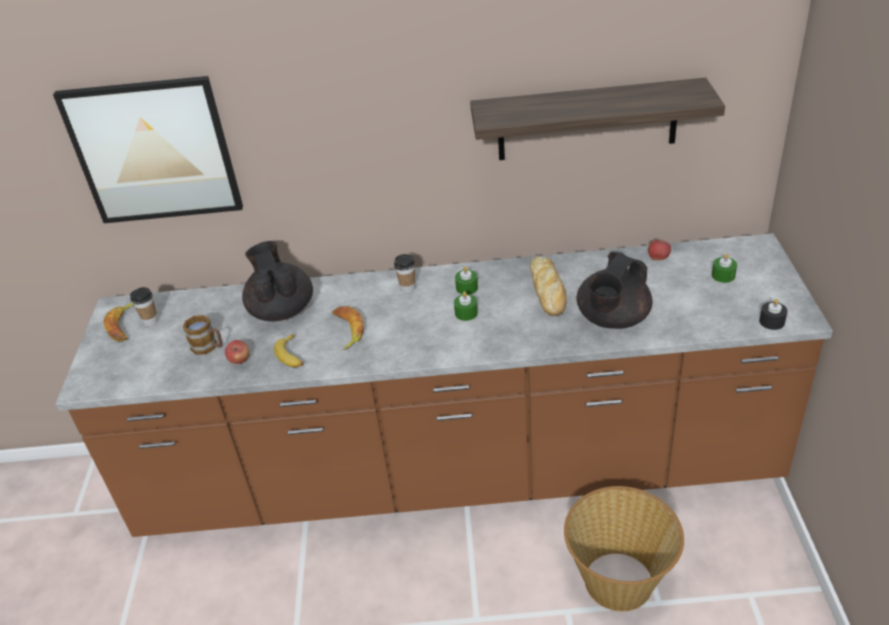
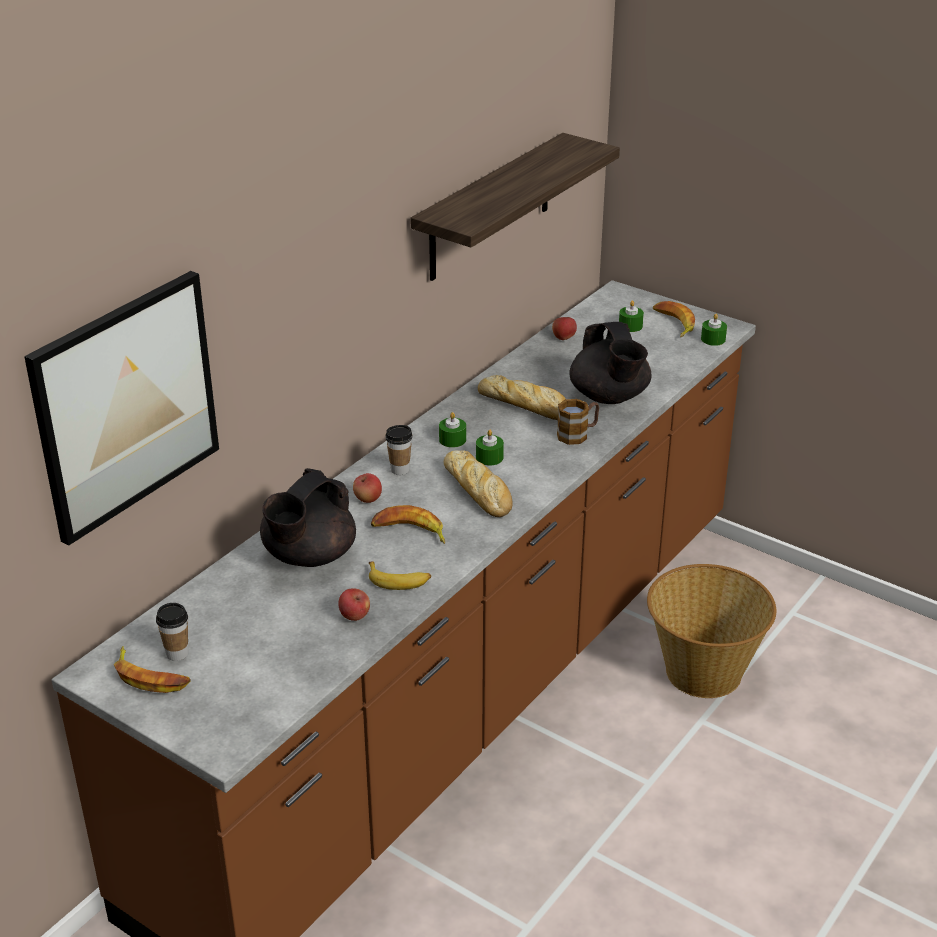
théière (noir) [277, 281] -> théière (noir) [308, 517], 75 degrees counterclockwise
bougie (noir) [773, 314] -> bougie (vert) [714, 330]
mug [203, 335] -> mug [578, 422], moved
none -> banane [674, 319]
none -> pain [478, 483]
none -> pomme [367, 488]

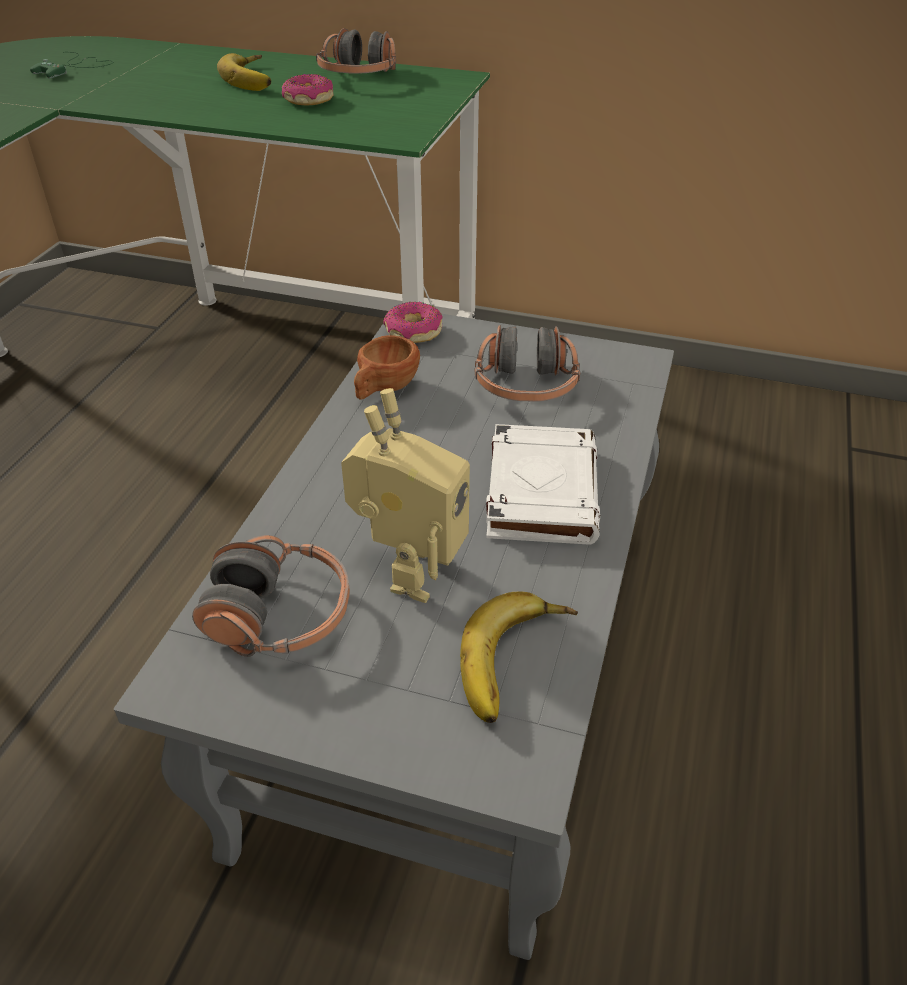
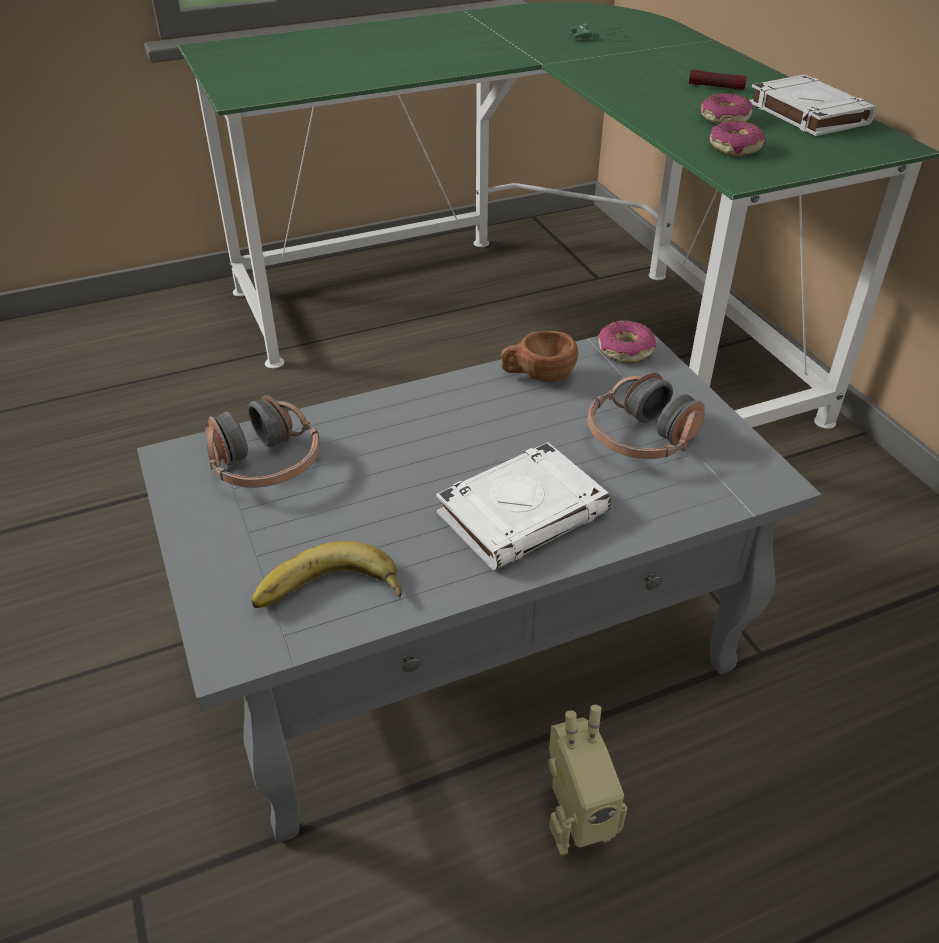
casque audio [356, 51] -> livre (blanc) [812, 105]
banane [244, 72] -> lampe de poche [718, 79]
robot jouet [405, 495] -> robot jouet [587, 780], moved
none -> beignet [738, 139]

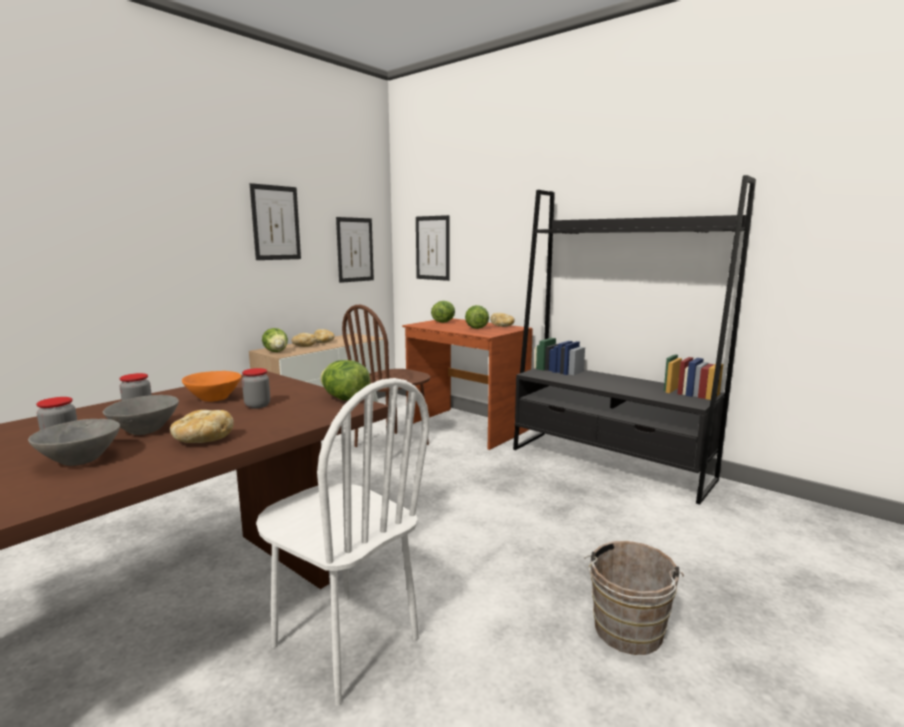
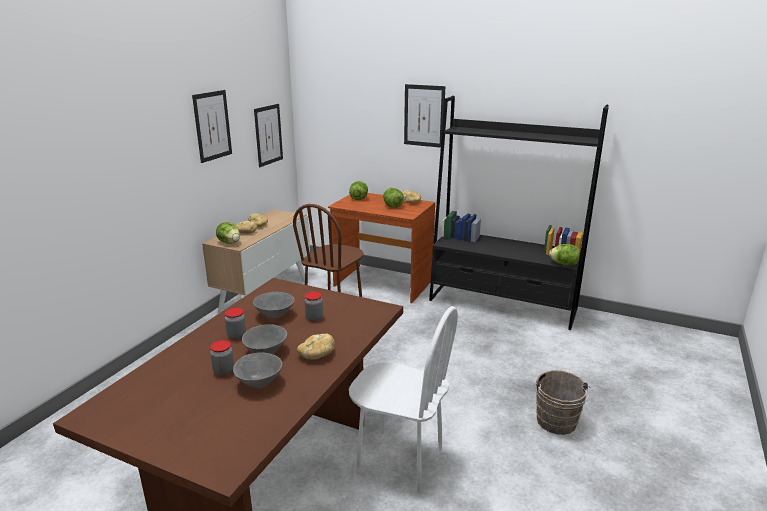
tableau [433, 248] -> tableau [424, 116], moved
laitue [345, 380] -> laitue [564, 255], moved
bol (orange) [211, 386] -> bol (gris) [274, 305]

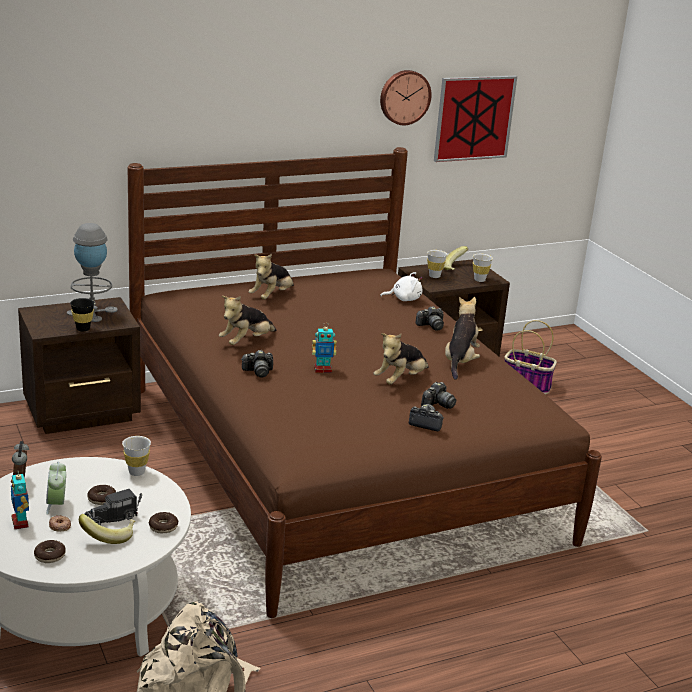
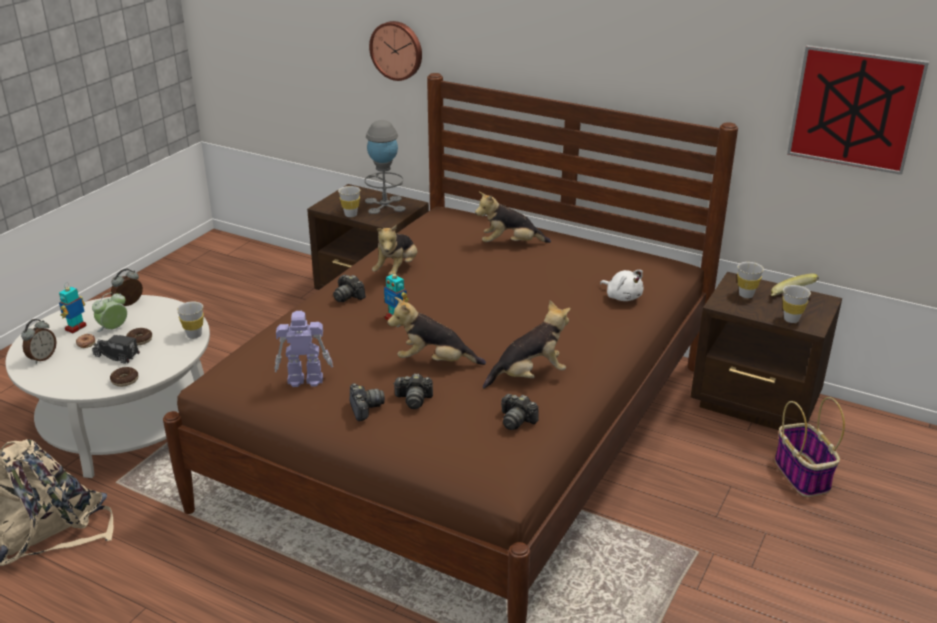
horloge murale [406, 97] -> horloge murale [395, 51], moved
peluche [247, 320] -> peluche [394, 250], 75 degrees counterclockwise
tasse (noir) [82, 314] -> tasse (blanc) [349, 201]
appareil photo [430, 318] -> appareil photo [520, 412], moved
banane [107, 529] -> none
beignet [50, 551] -> réveil [39, 341]
none -> robot jouet [303, 349]

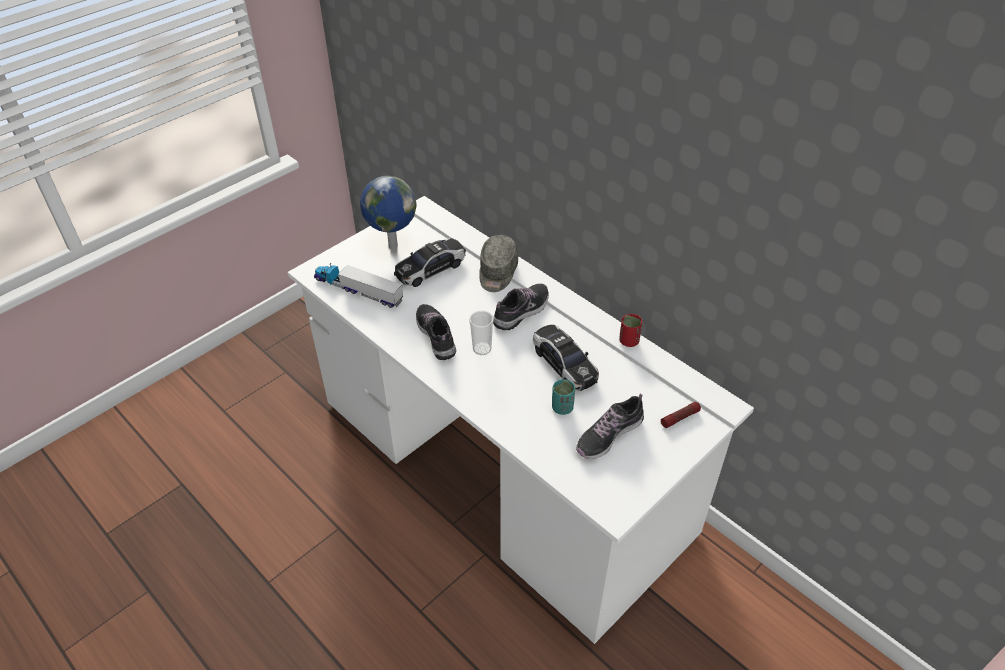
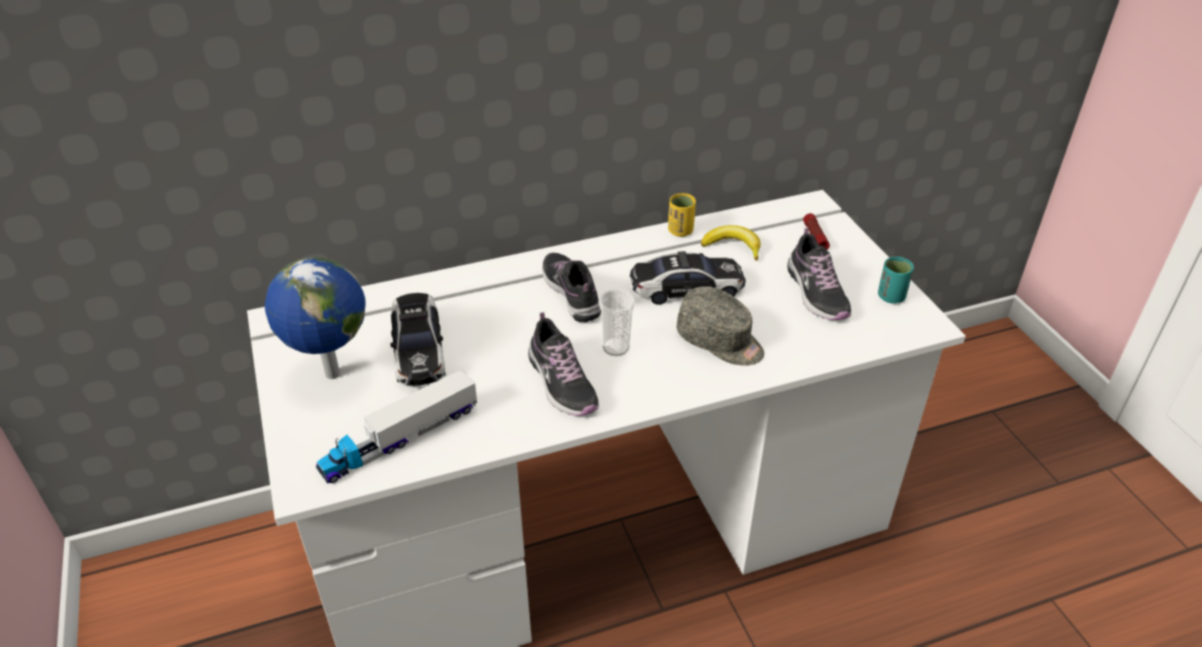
casquette (gris) [498, 263] -> casquette (gris) [720, 326], moved
chaussure [436, 332] -> chaussure [563, 364], 120 degrees counterclockwise
tasse (rouge) [631, 330] -> tasse (jaune) [682, 215]
tasse (turquoise) [563, 397] -> tasse (turquoise) [896, 280], moved
none -> banane [731, 243]

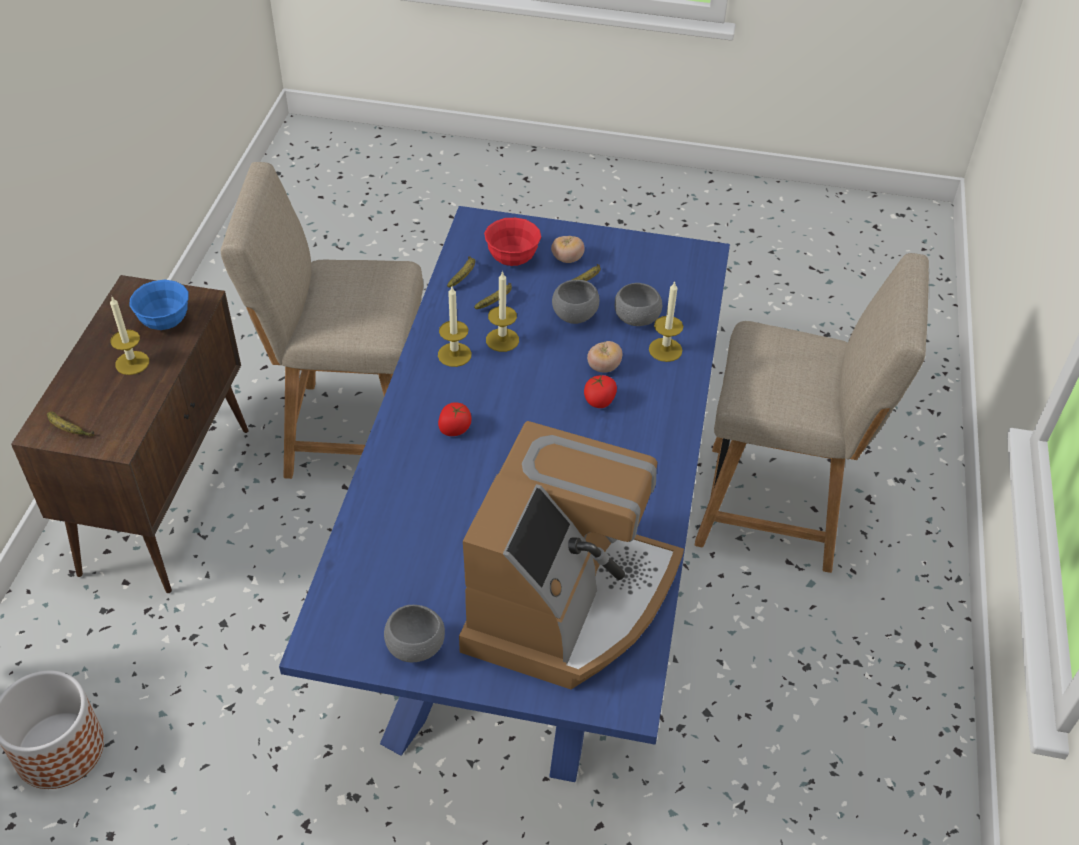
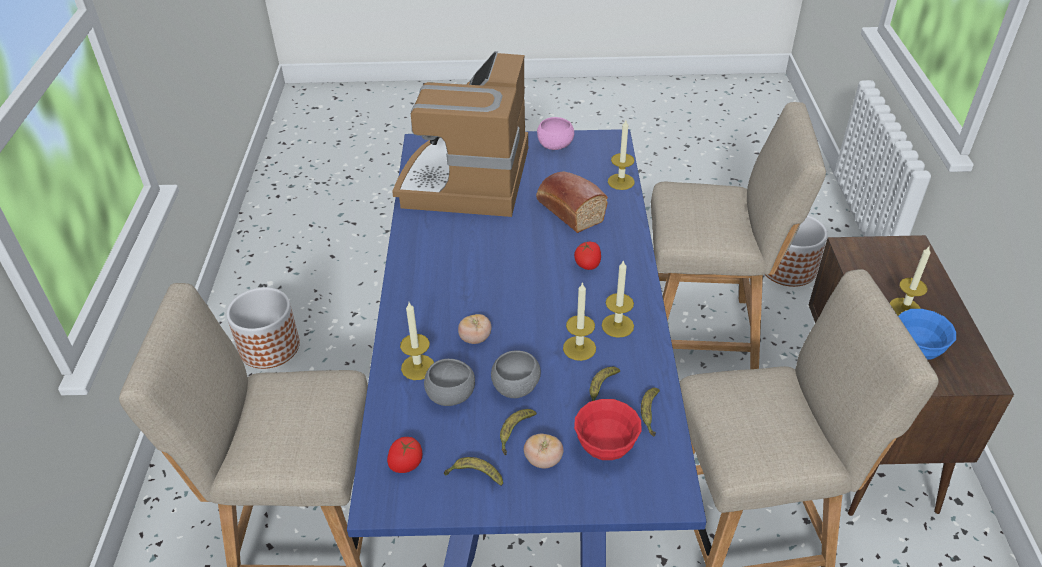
tomate [600, 391] -> tomate [405, 455], moved
banane [70, 423] -> banane [473, 471], moved
bol (gris) [414, 633] -> bol (rose) [555, 133]
none -> chaise (beige) [738, 235]
none -> bougie [621, 155]
none -> pain [572, 202]
none -> cache-pot [263, 328]

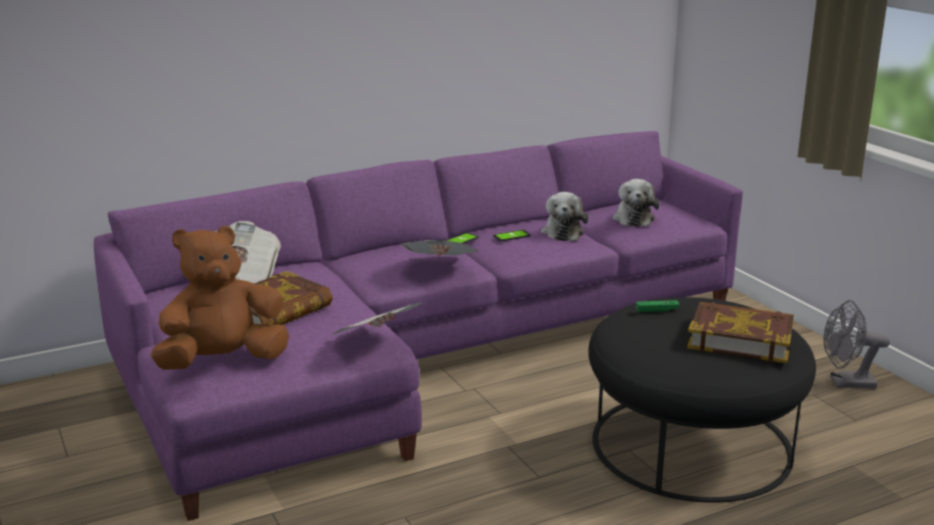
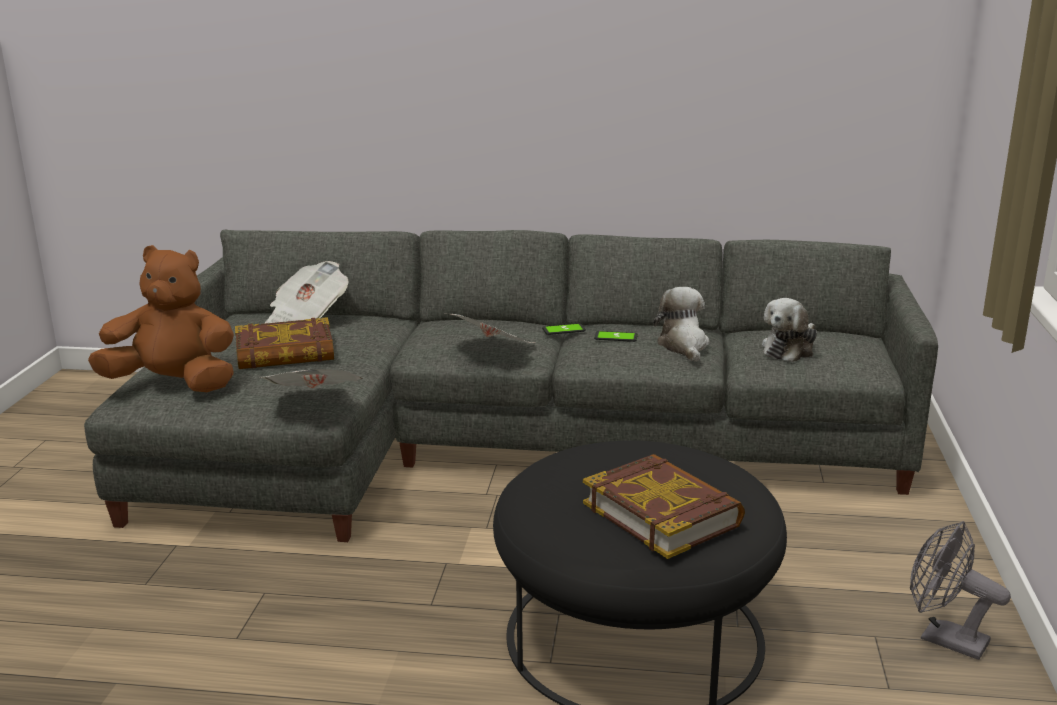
canapé (violet) [418, 326] -> canapé (gris) [511, 385]
peluche [564, 216] -> peluche [681, 324], 135 degrees clockwise
manette (vert) [658, 306] -> none

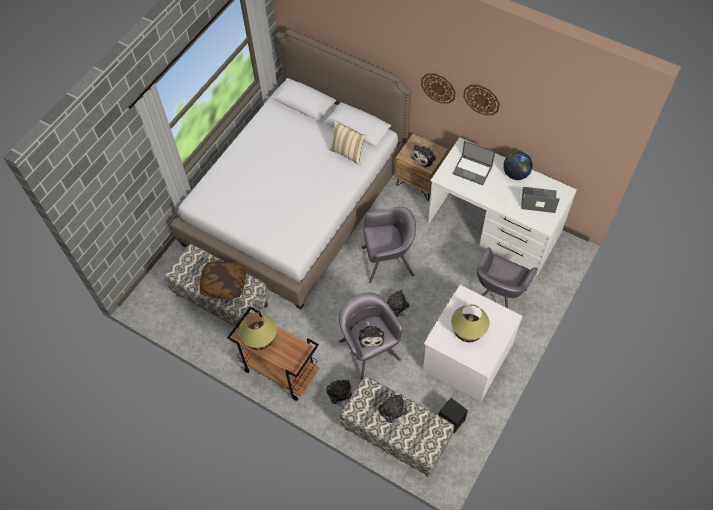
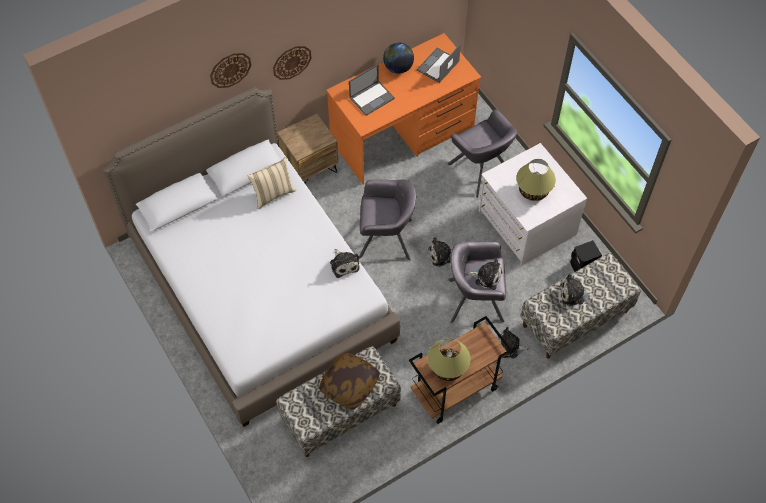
horloge murale [481, 100] -> horloge murale [230, 70], moved
bureau (blanc) [502, 206] -> bureau (orange) [403, 108]
peluche [424, 156] -> peluche [345, 263], moved
fauteuil (gris) [388, 245] -> fauteuil (gris) [387, 219], 75 degrees clockwise

